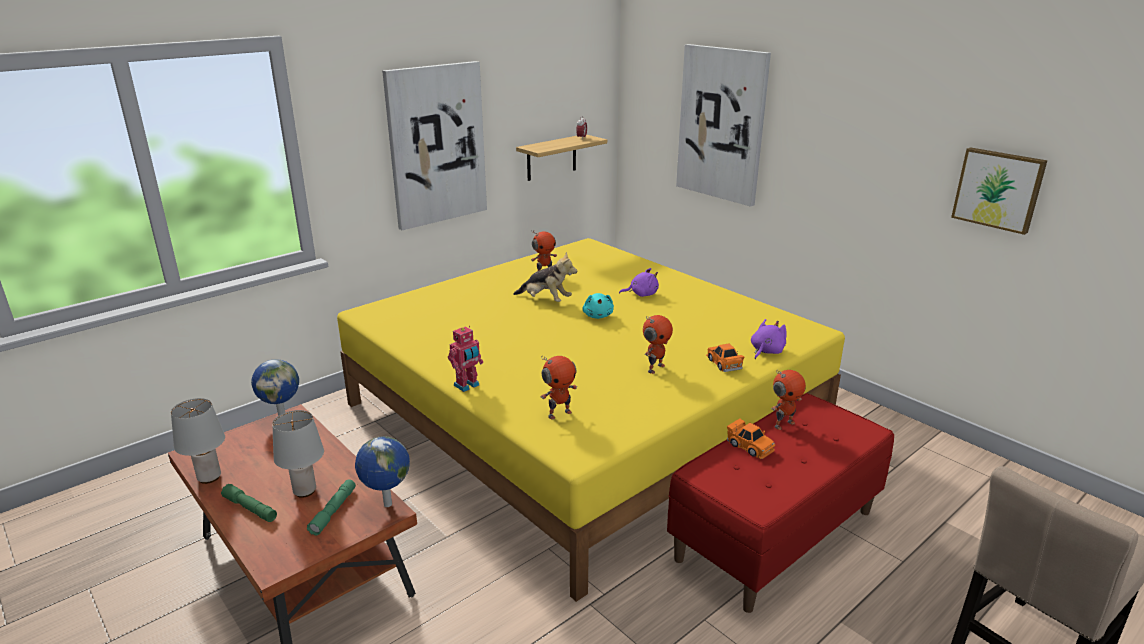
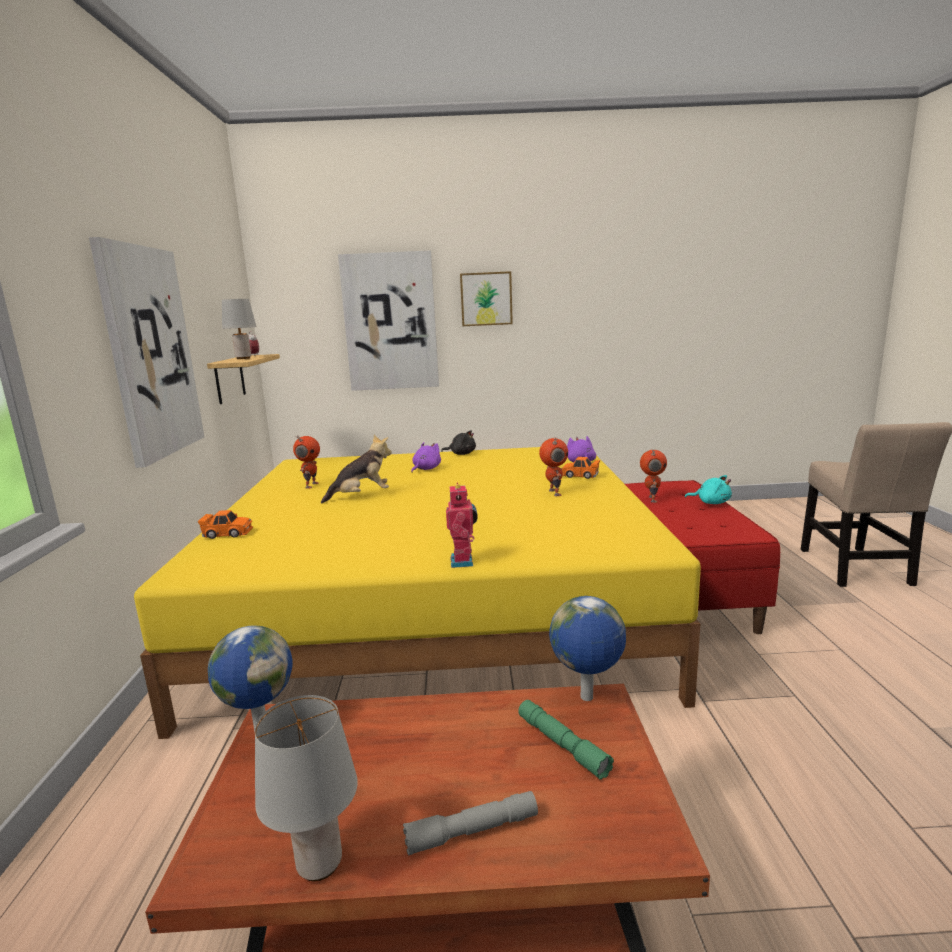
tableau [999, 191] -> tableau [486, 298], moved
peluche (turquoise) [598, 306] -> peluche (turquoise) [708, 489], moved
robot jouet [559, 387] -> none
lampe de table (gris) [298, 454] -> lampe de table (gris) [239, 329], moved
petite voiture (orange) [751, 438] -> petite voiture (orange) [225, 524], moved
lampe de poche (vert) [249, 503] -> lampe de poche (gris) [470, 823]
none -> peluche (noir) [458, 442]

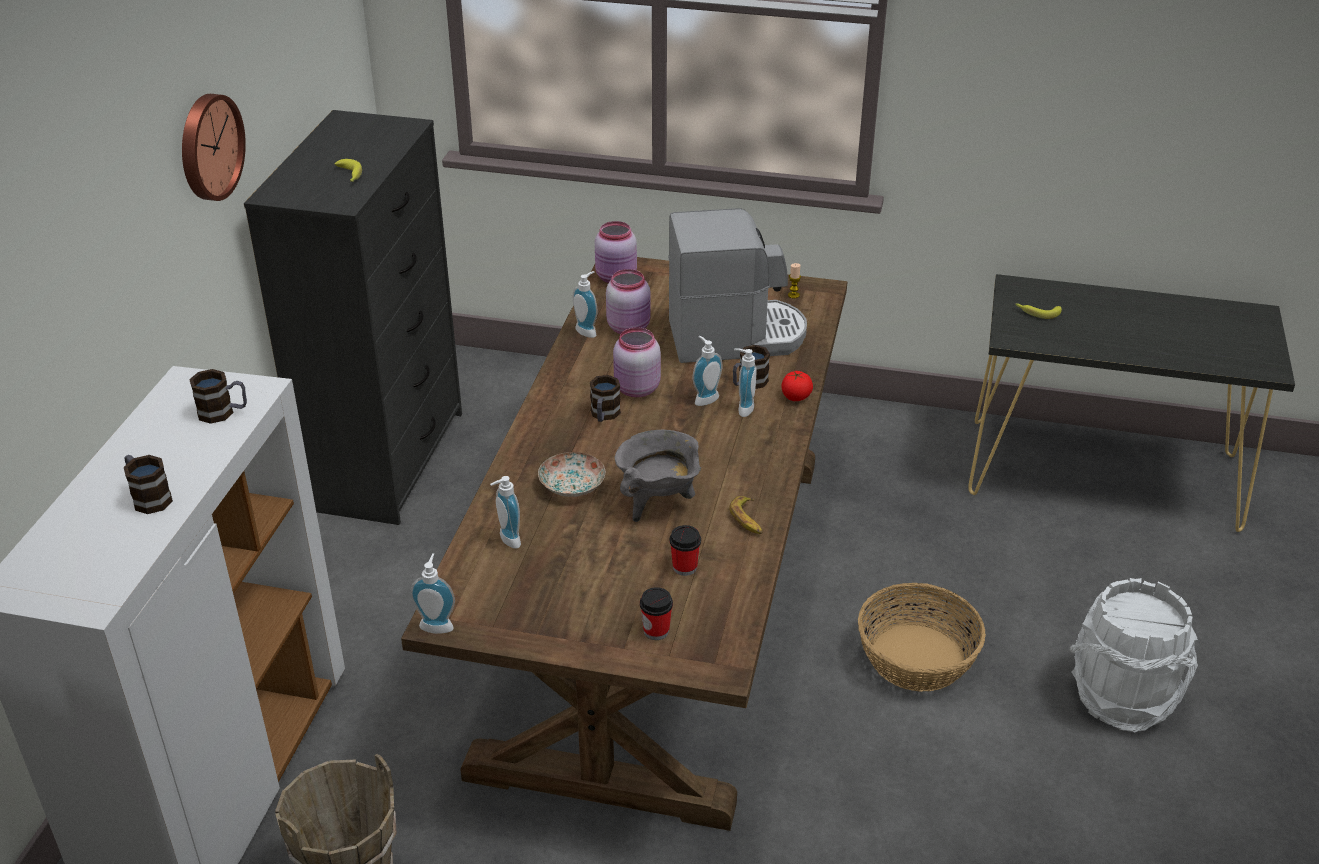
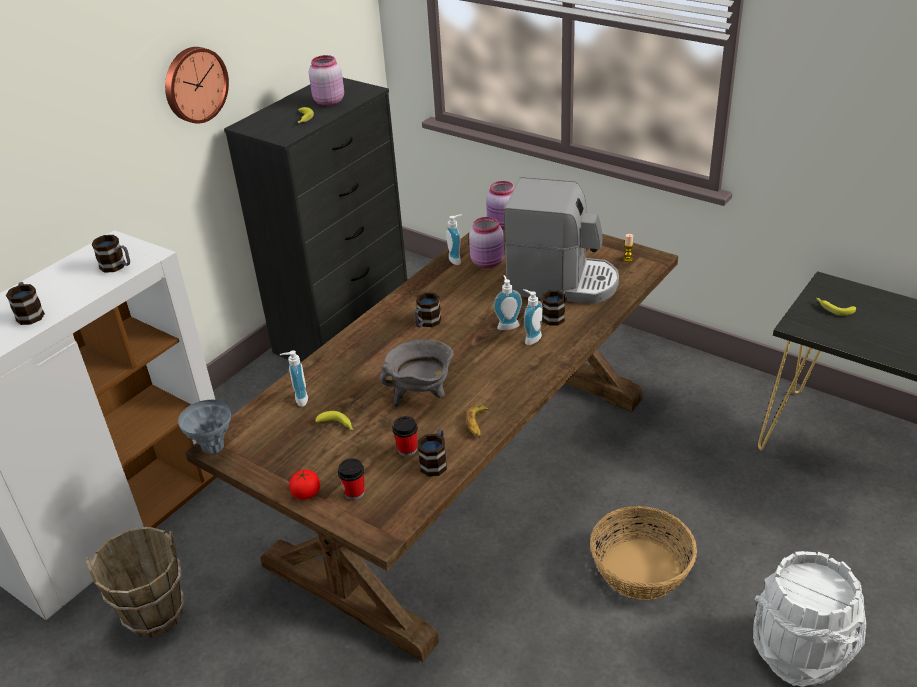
bocal (rose) [637, 362] -> bocal (rose) [326, 80], moved
tomate [797, 386] -> tomate [304, 485], moved
assiette [571, 474] -> none
distributeur de savon [432, 593] -> vase (gris) [204, 427]
none -> banane [334, 421]
none -> mug [432, 452]

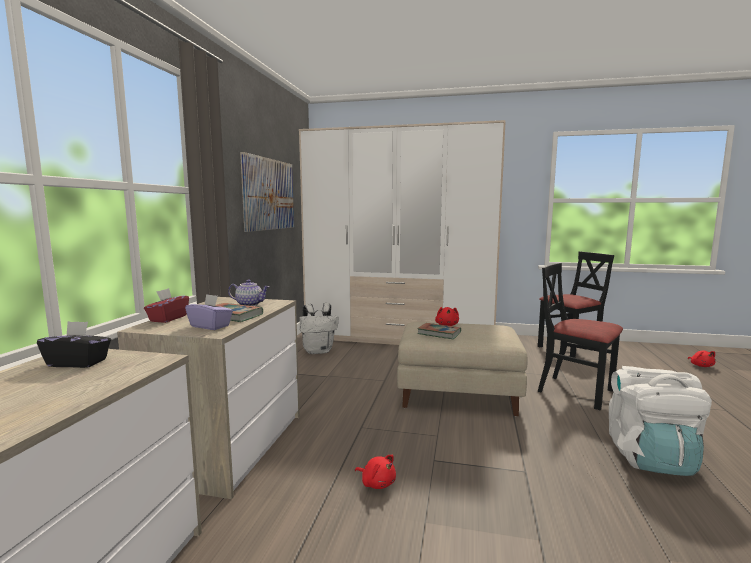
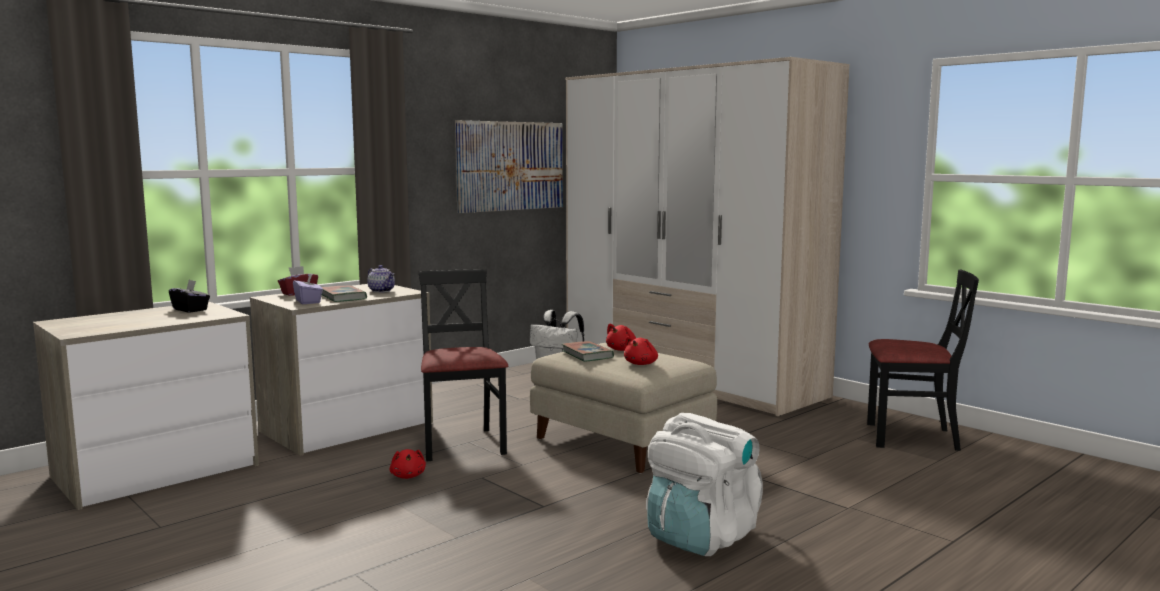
chaise (noir) [580, 336] -> chaise (noir) [463, 365], moved
peluche (rouge) [702, 359] -> peluche (rouge) [641, 350], moved

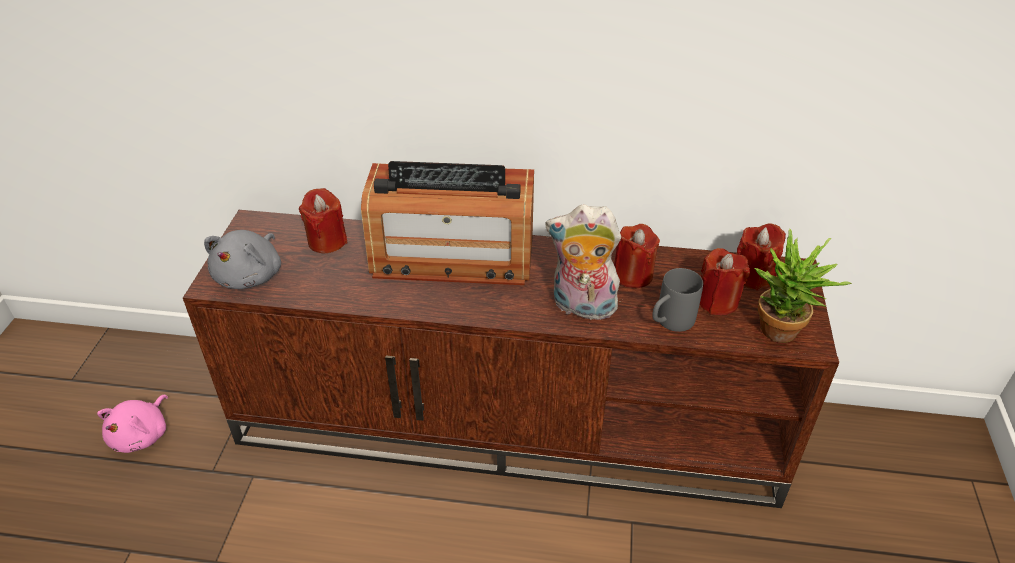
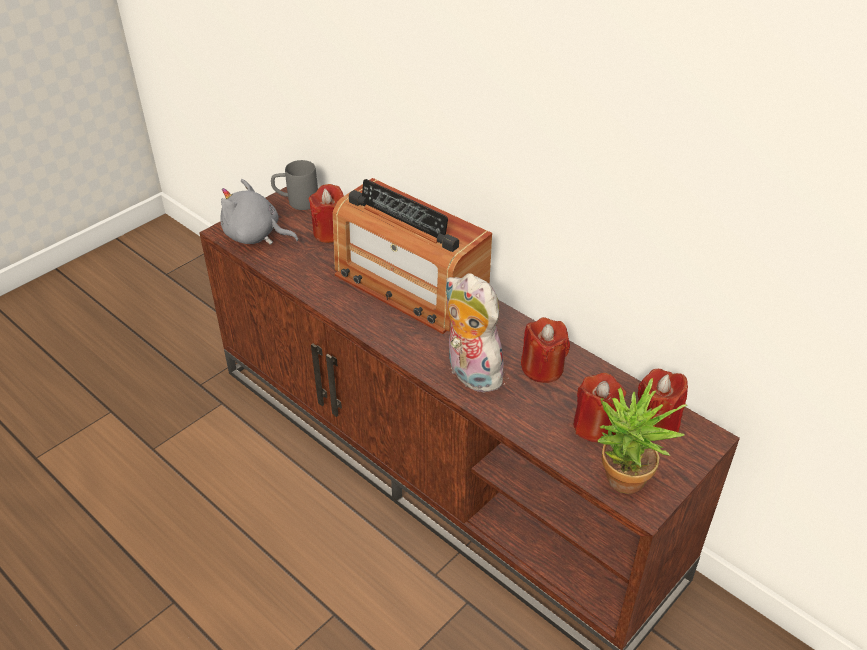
peluche (gris) [242, 259] -> peluche (gris) [259, 212], 60 degrees clockwise
mug (gris) [677, 300] -> mug (gris) [294, 185], moved
peluche (rose) [132, 424] -> none

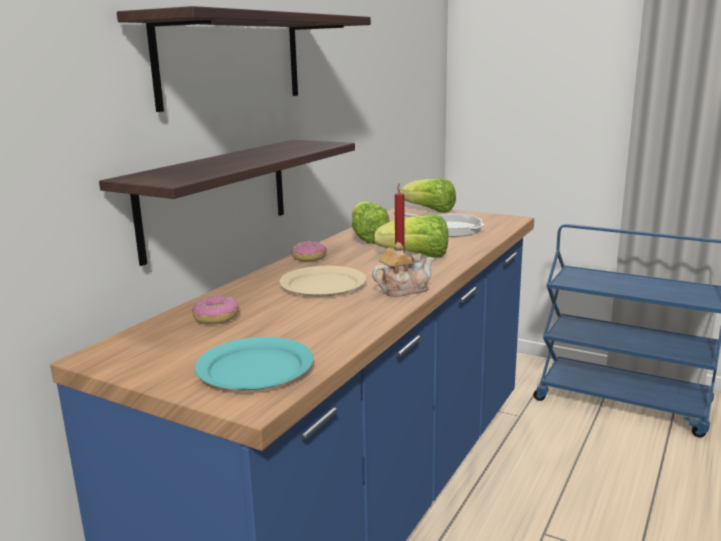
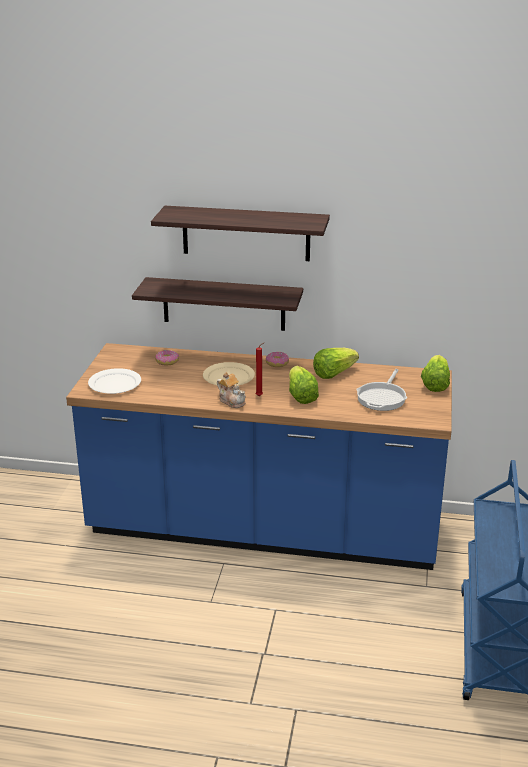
assiette (turquoise) [254, 363] -> assiette (blanc) [114, 381]

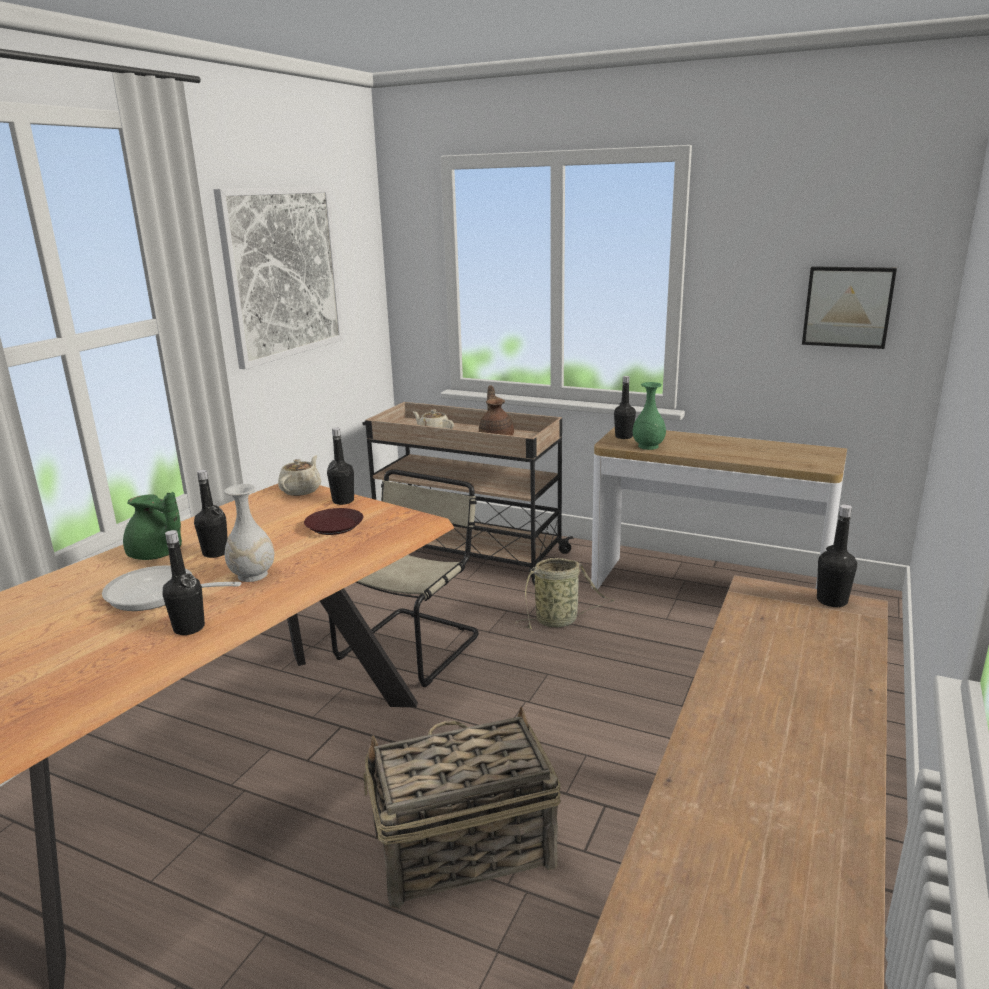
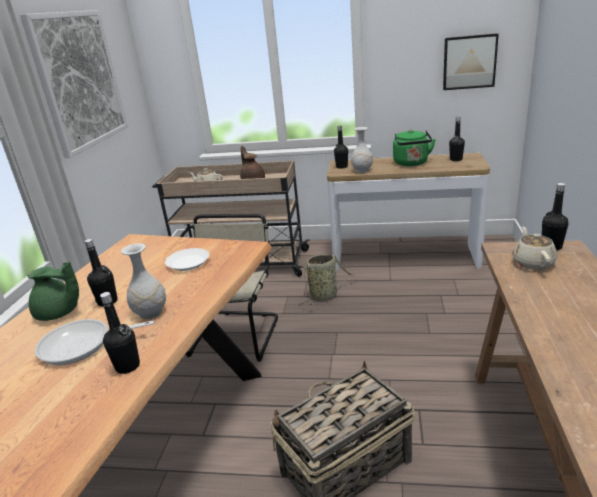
vase (vert) [649, 416] -> vase (blanc) [362, 150]
bouteille (noir) [340, 466] -> bouteille (noir) [457, 139], moved
théière (beige) [299, 475] -> théière (beige) [534, 248], moved
assiette (marron) [333, 521] -> assiette (blanc) [187, 259]
none -> bouilloire (vert) [414, 147]

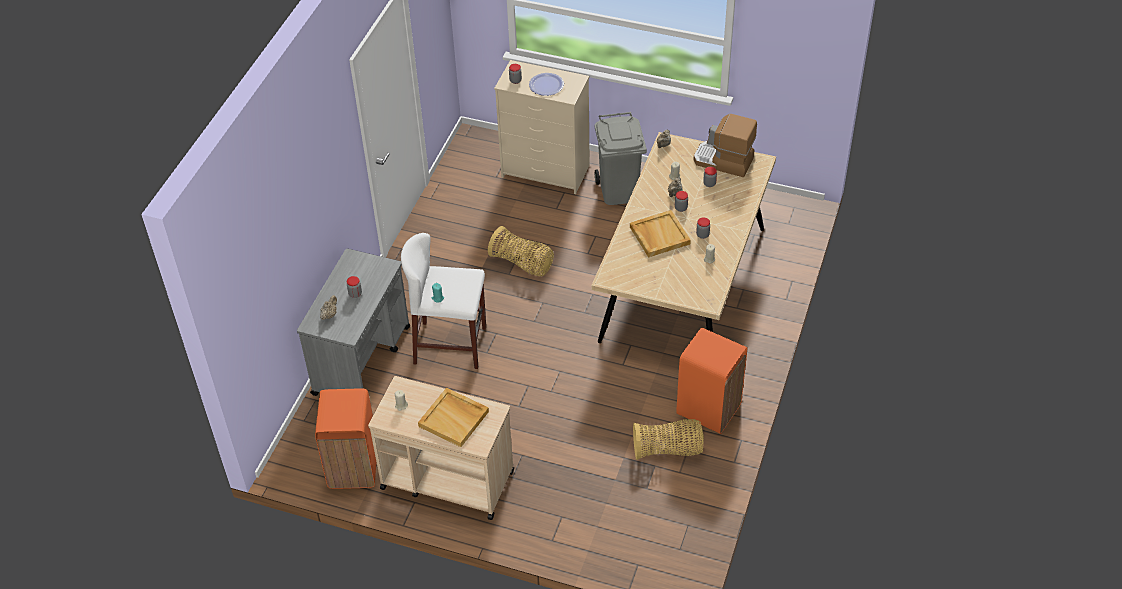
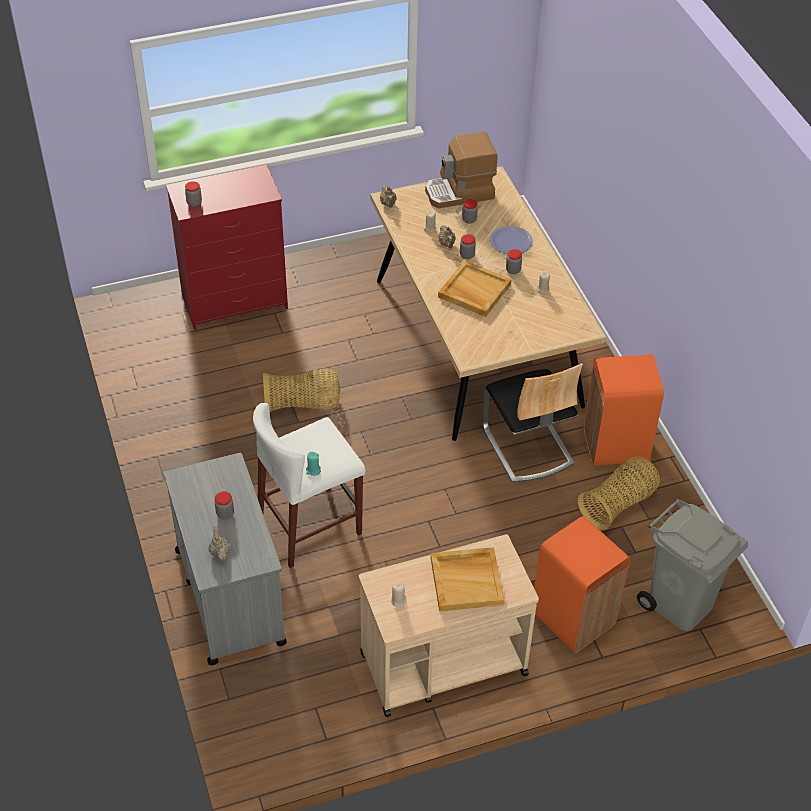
commode (beige) [542, 127] -> commode (rouge) [227, 247]
assiette [546, 84] -> assiette [511, 240], moved
poubelle (gris) [621, 158] -> poubelle (gris) [692, 565], moved
poubelle (orange) [345, 438] -> poubelle (orange) [582, 584], moved
none -> chaise [532, 422]

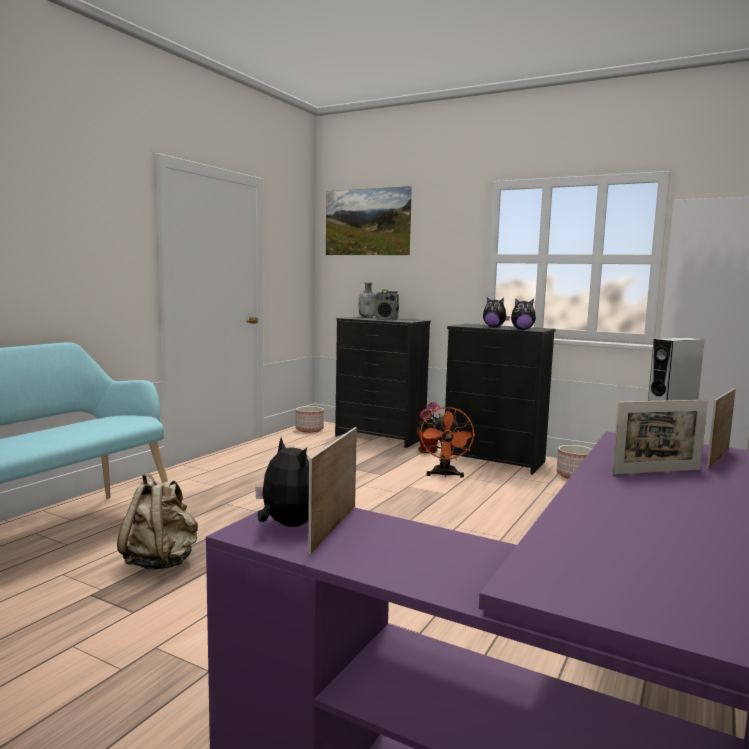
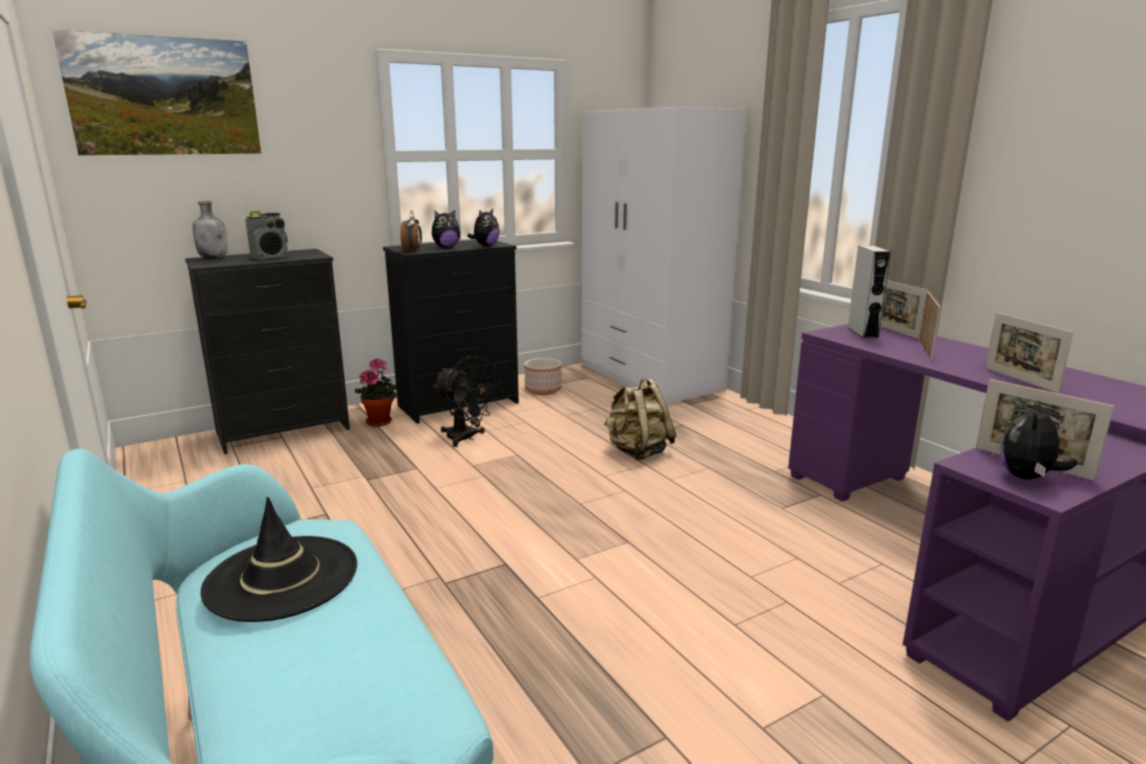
cache-pot [310, 419] -> none
ventilateur (orange) [447, 442] -> ventilateur (noir) [467, 401]
peluche [282, 482] -> peluche [1039, 440], 45 degrees counterclockwise
sac à dos (beige) [157, 521] -> sac à dos (beige) [640, 419], moved
none -> réveil [411, 231]
none -> cadre photo [1029, 353]
none -> chapeau (noir) [278, 559]

